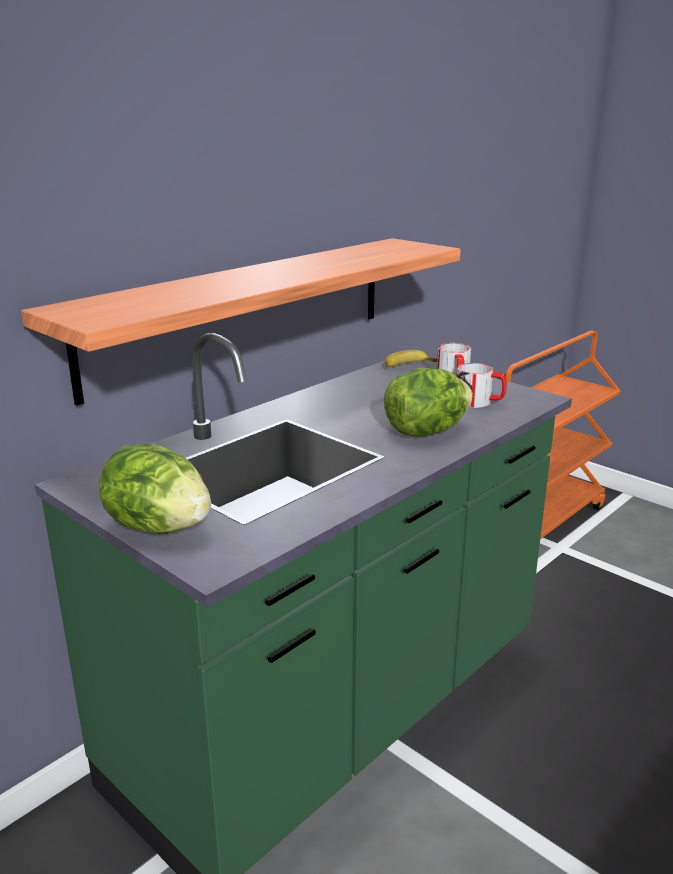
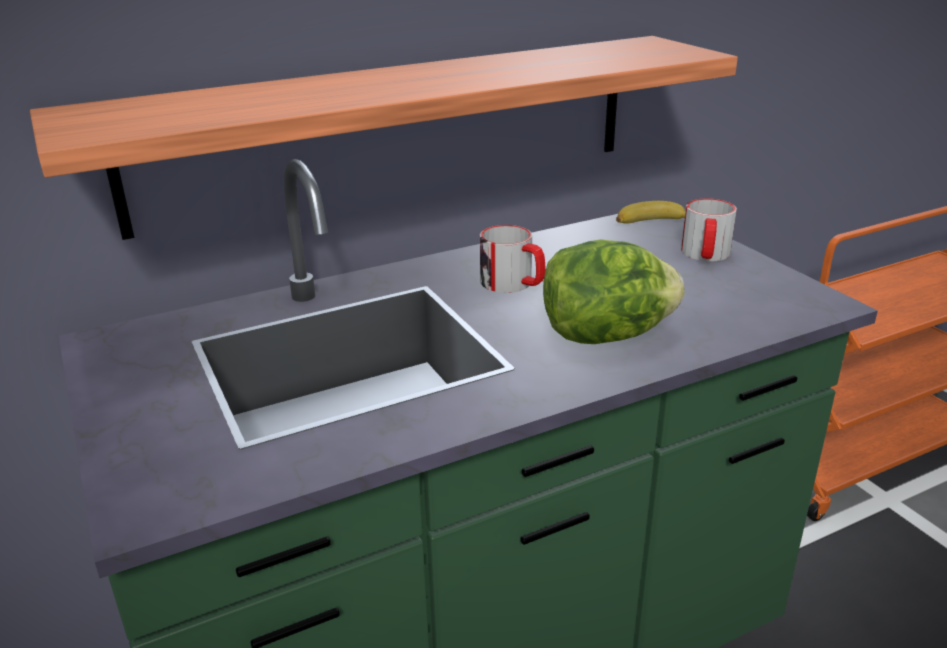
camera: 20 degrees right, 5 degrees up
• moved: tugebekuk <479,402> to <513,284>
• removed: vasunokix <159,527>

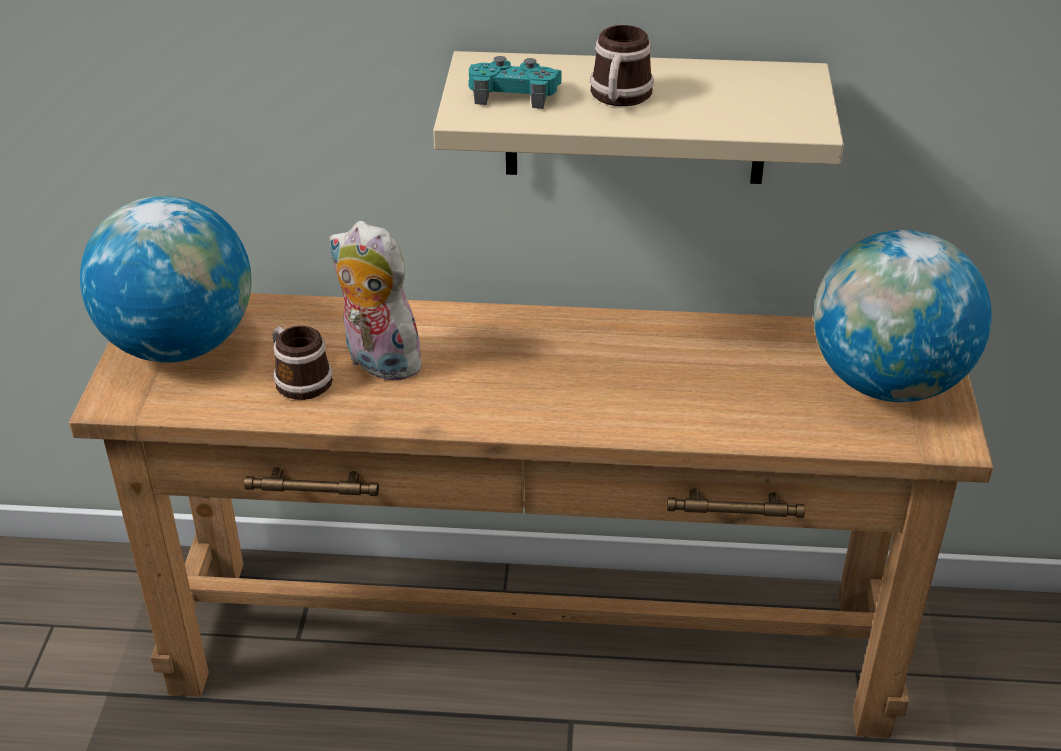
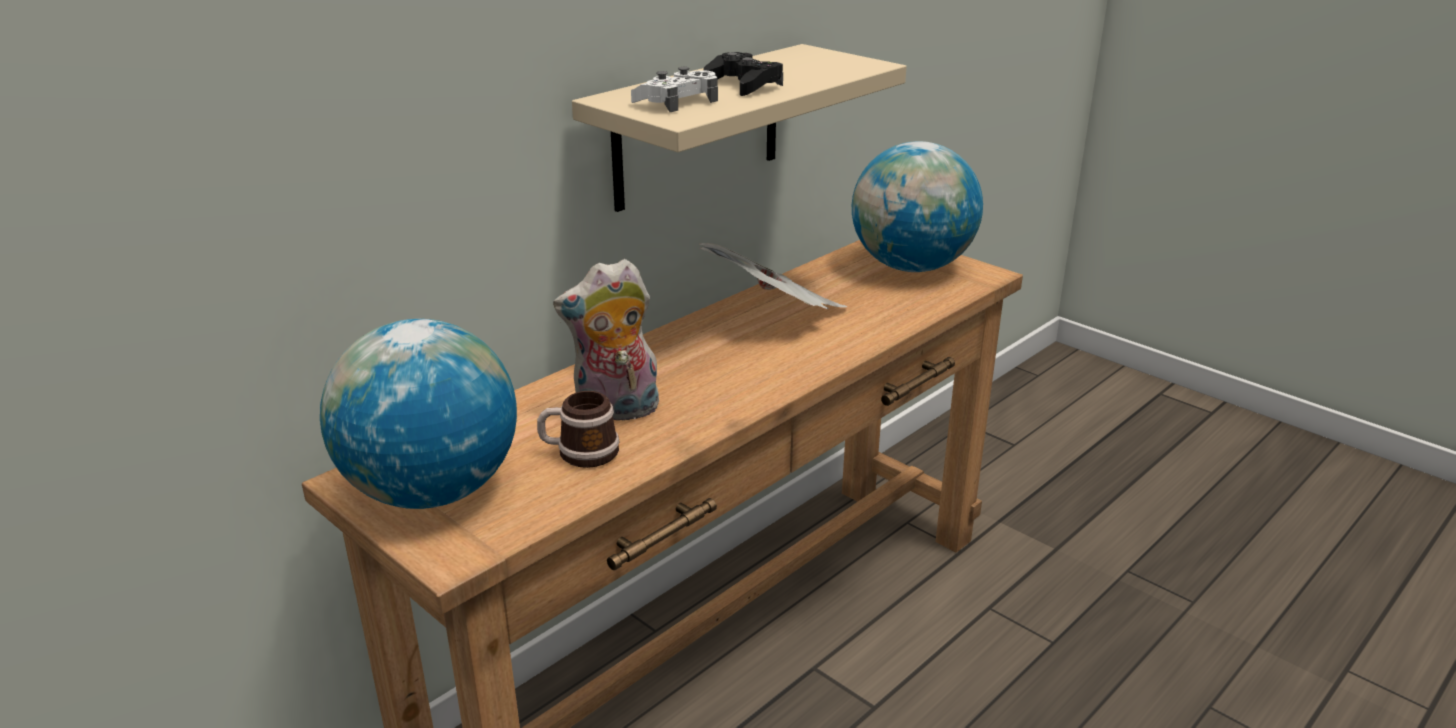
camera: 50 degrees left, 10 degrees down
• recoloured: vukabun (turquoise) <514,93> to vukabun (white) <677,102>
• added: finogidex <773,313>
• replaced: tugebekuk <619,98> to vukabun (black) <743,85>

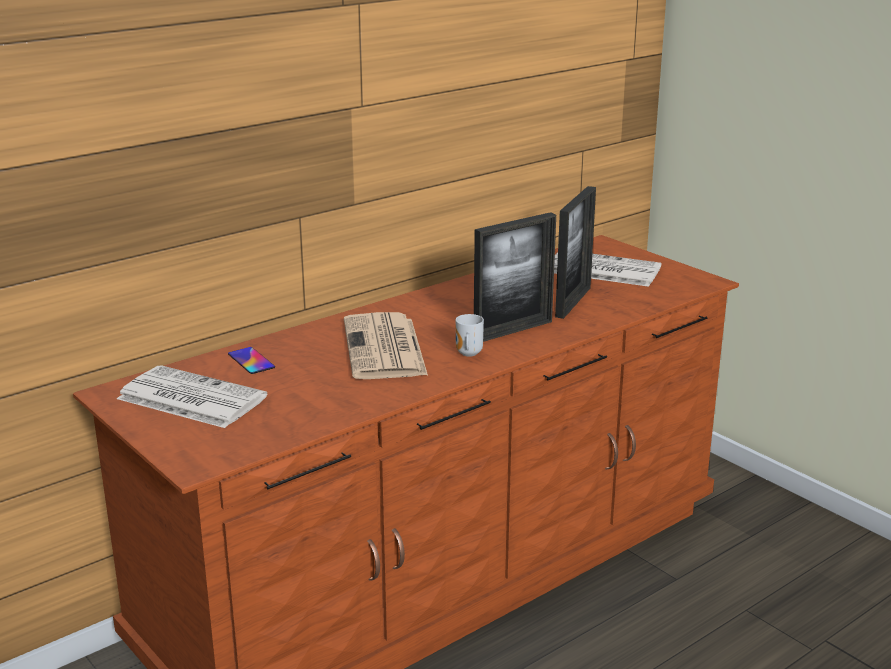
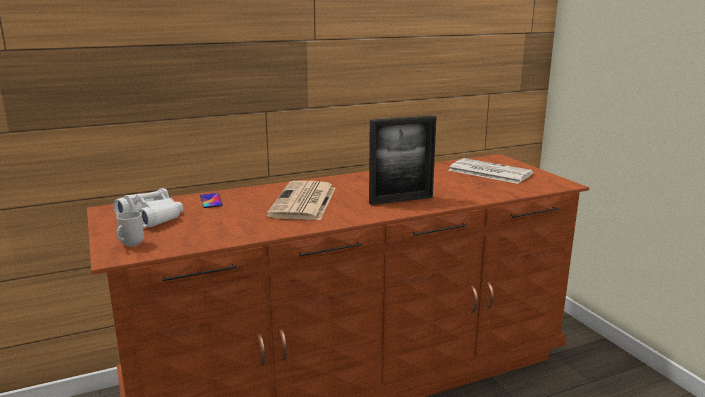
camera: 15 degrees right, 5 degrees down
• replaced: finogidex <189,398> to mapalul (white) <152,217>
• moved: tugebekuk <467,354> to <130,244>
• removed: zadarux <573,302>

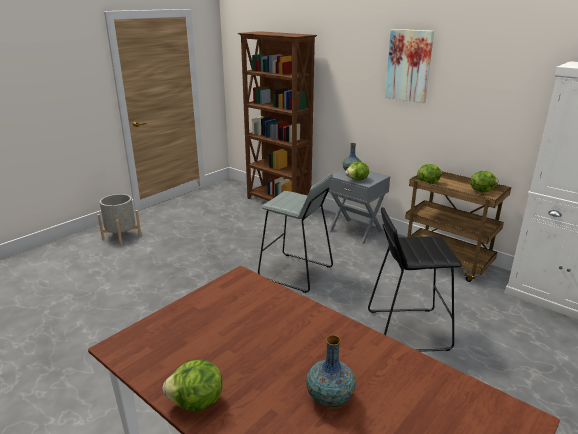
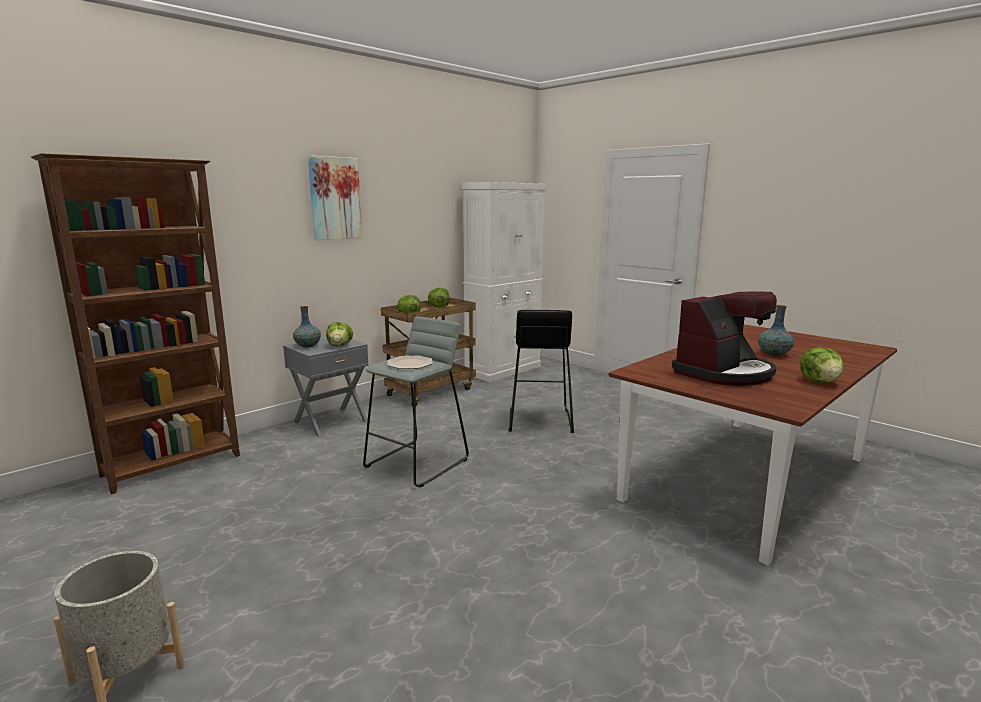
camera: 85 degrees left, 10 degrees down
• added: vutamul <410,363>
• added: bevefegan <724,373>

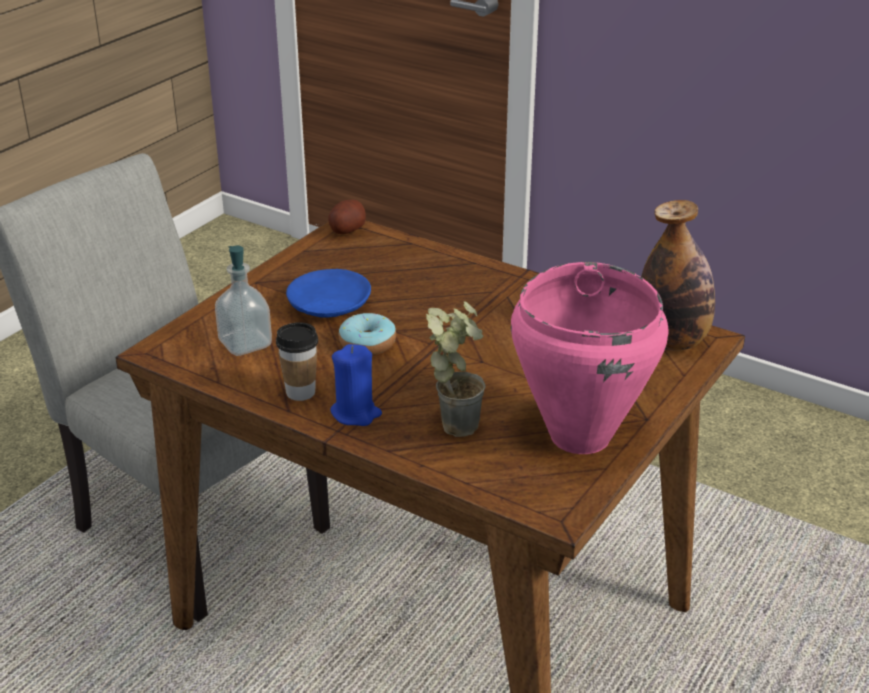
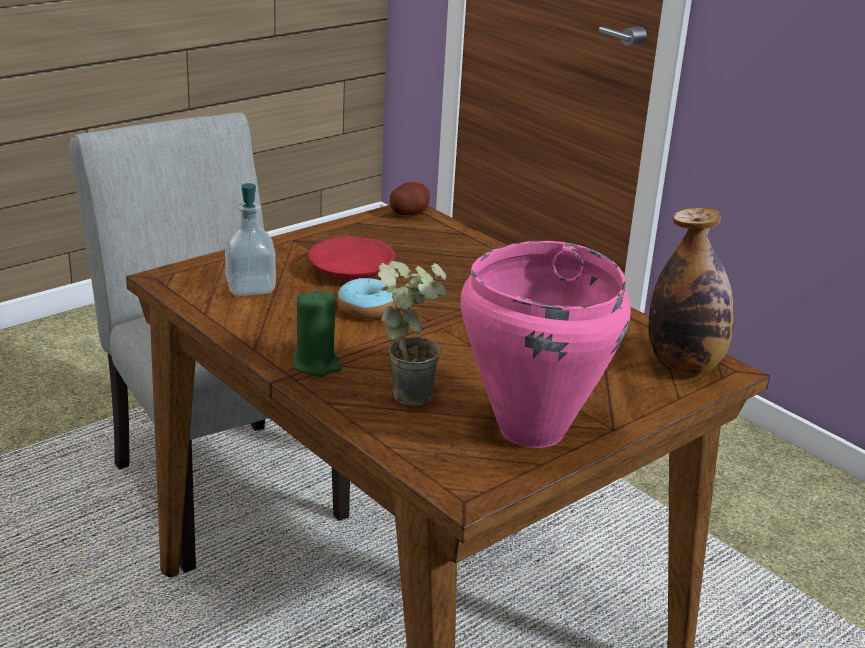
camera: 15 degrees right, 5 degrees down
• recoloured: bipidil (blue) <356,413> to bipidil (green) <316,365>
• recoloured: vutamul (blue) <328,306> to vutamul (red) <350,271>
• removed: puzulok <300,392>

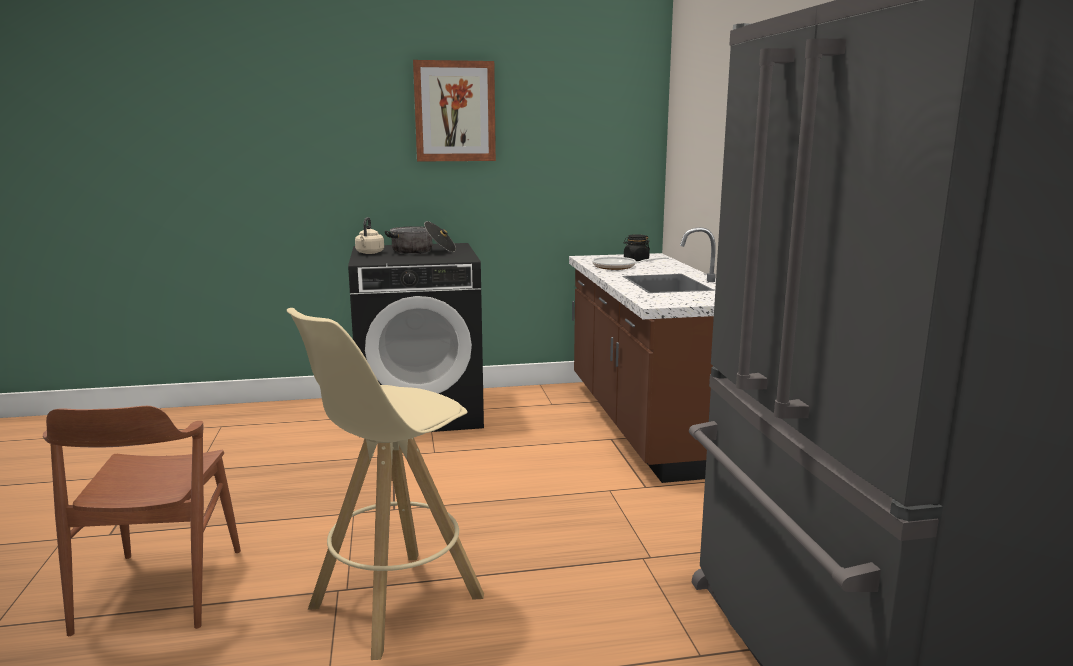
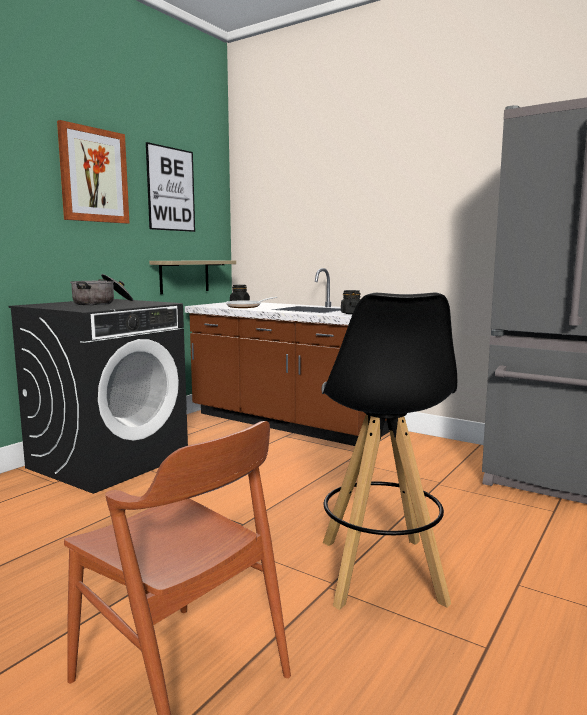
camera: 45 degrees left, 5 degrees down
• added: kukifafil <171,189>
• added: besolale <184,276>
• recoloured: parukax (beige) <394,603> to parukax (black) <380,572>
• added: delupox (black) <351,313>
• removed: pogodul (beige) <369,253>

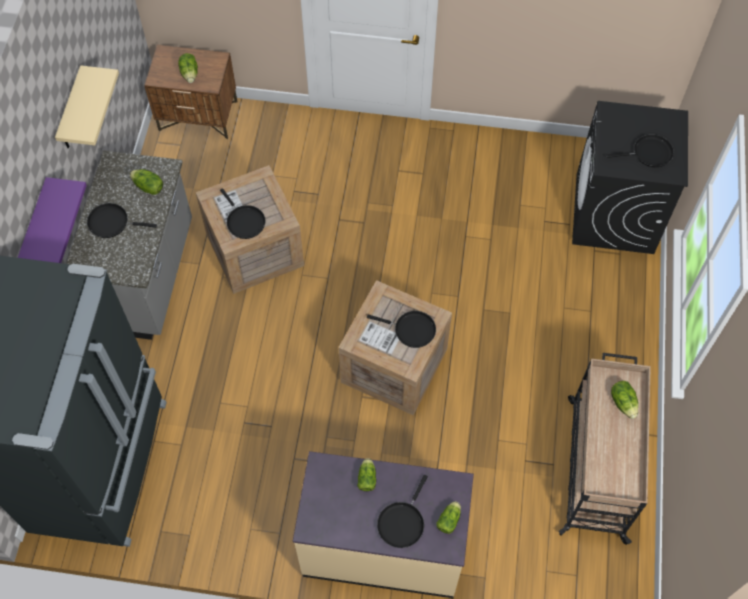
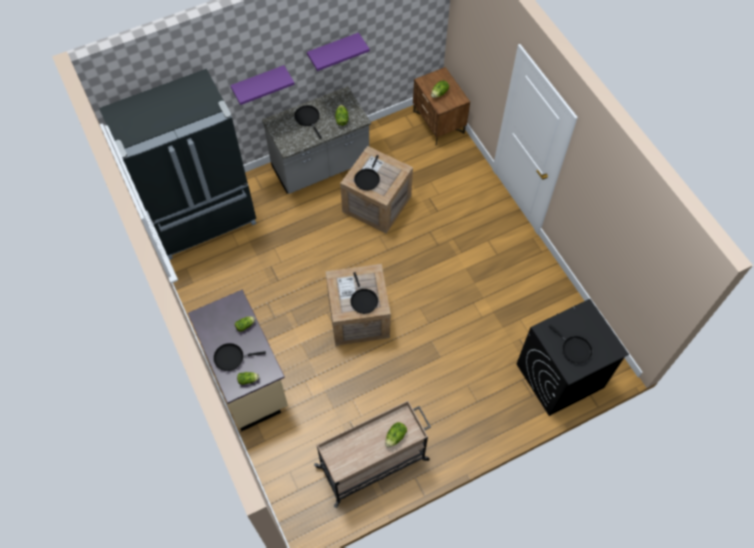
camera: 55 degrees right, 0 degrees up
• recoloured: besolale (beige) <72,111> to besolale (purple) <333,49>

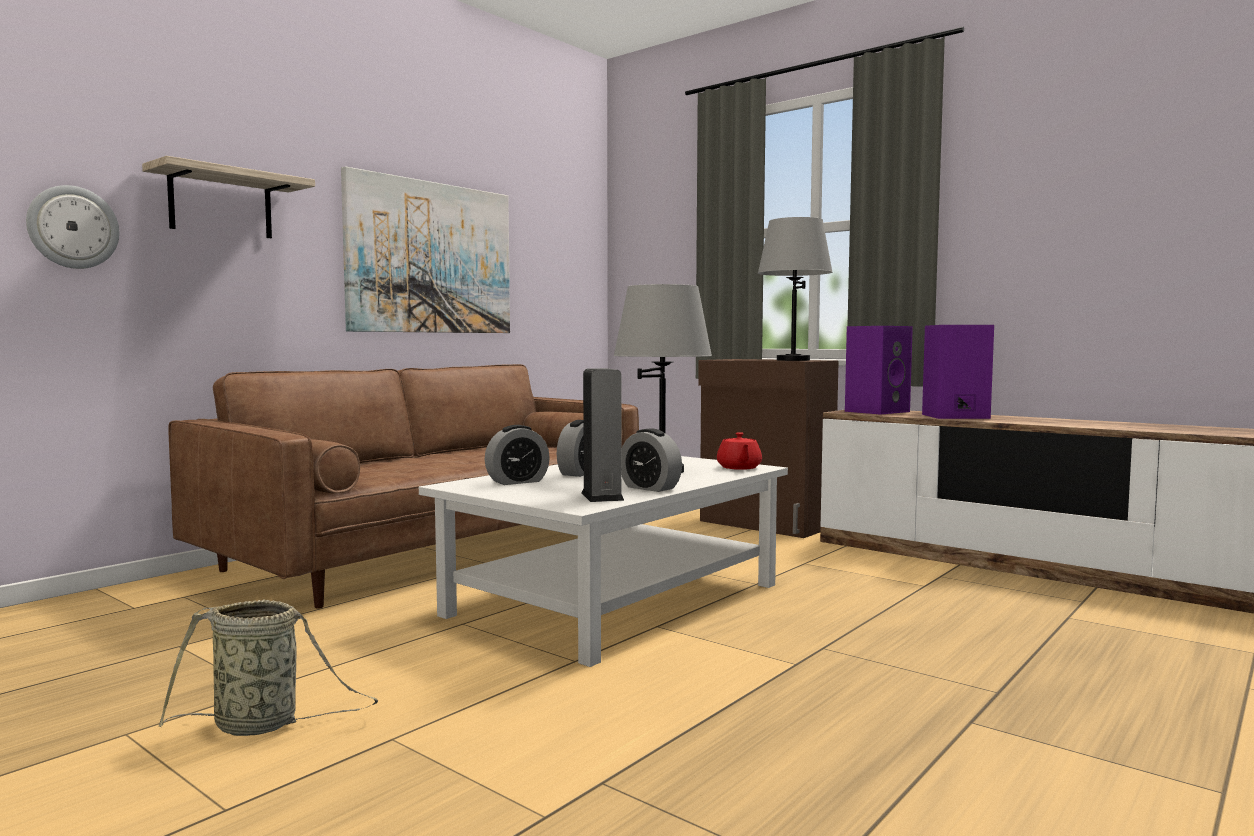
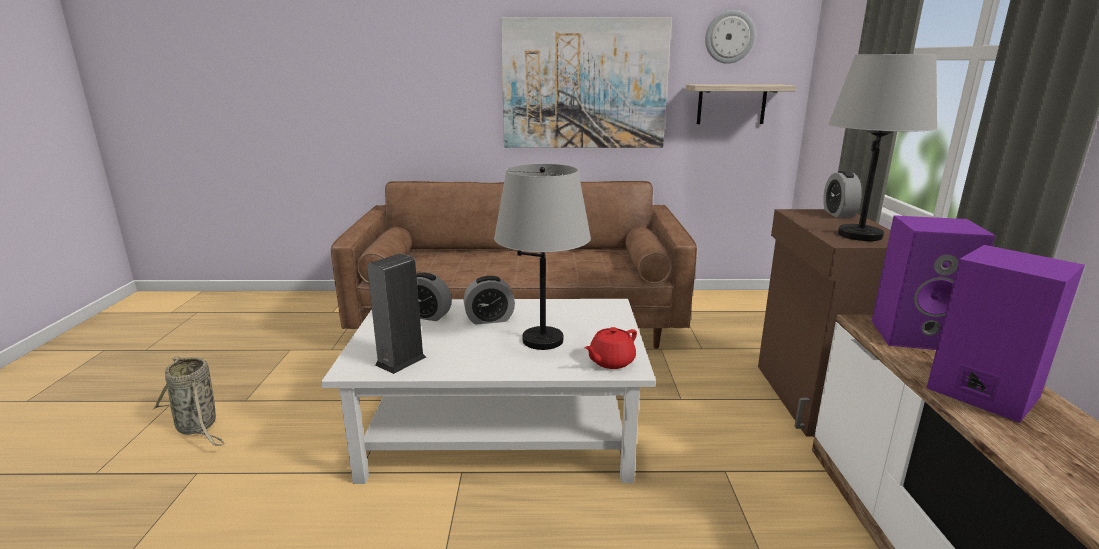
camera: 50 degrees right, 15 degrees up
• moved: besolale <221,204> to <731,104>
• moved: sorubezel <73,227> to <729,37>
• moved: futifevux <650,488> to <838,214>

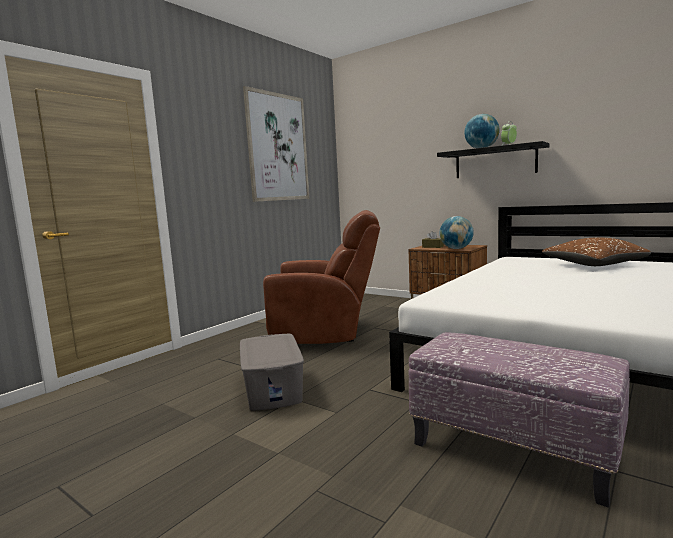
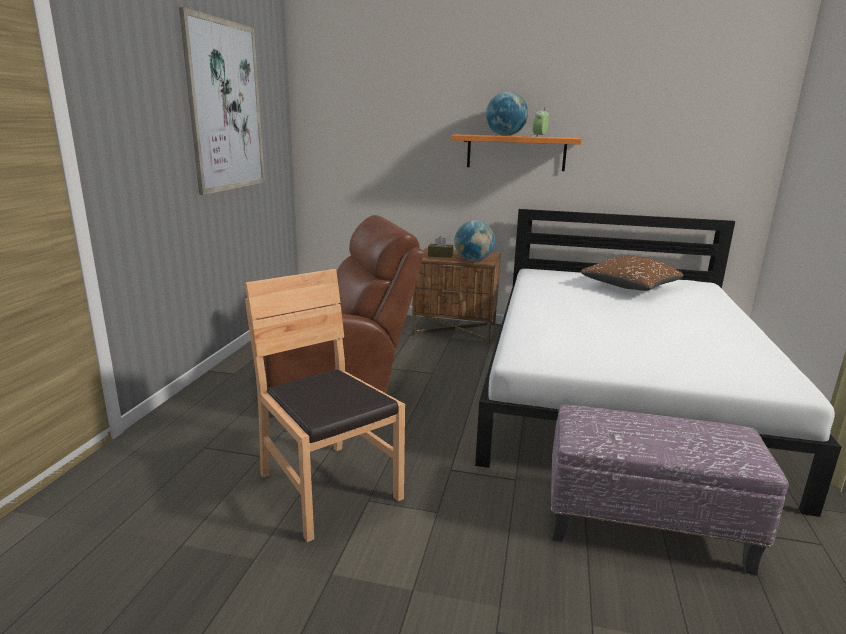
camera: 25 degrees left, 10 degrees up
• replaced: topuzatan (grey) <273,388> to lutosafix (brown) <328,488>
• recoloured: besolale (black) <495,162> to besolale (orange) <516,152>

